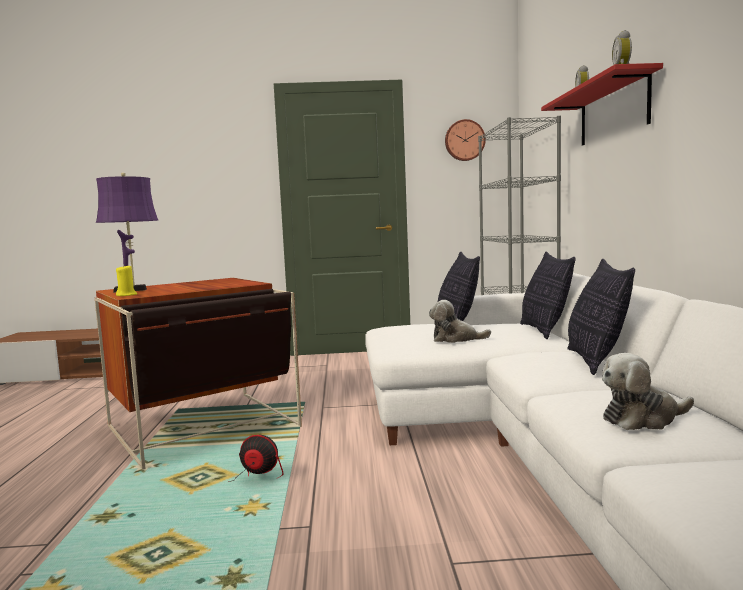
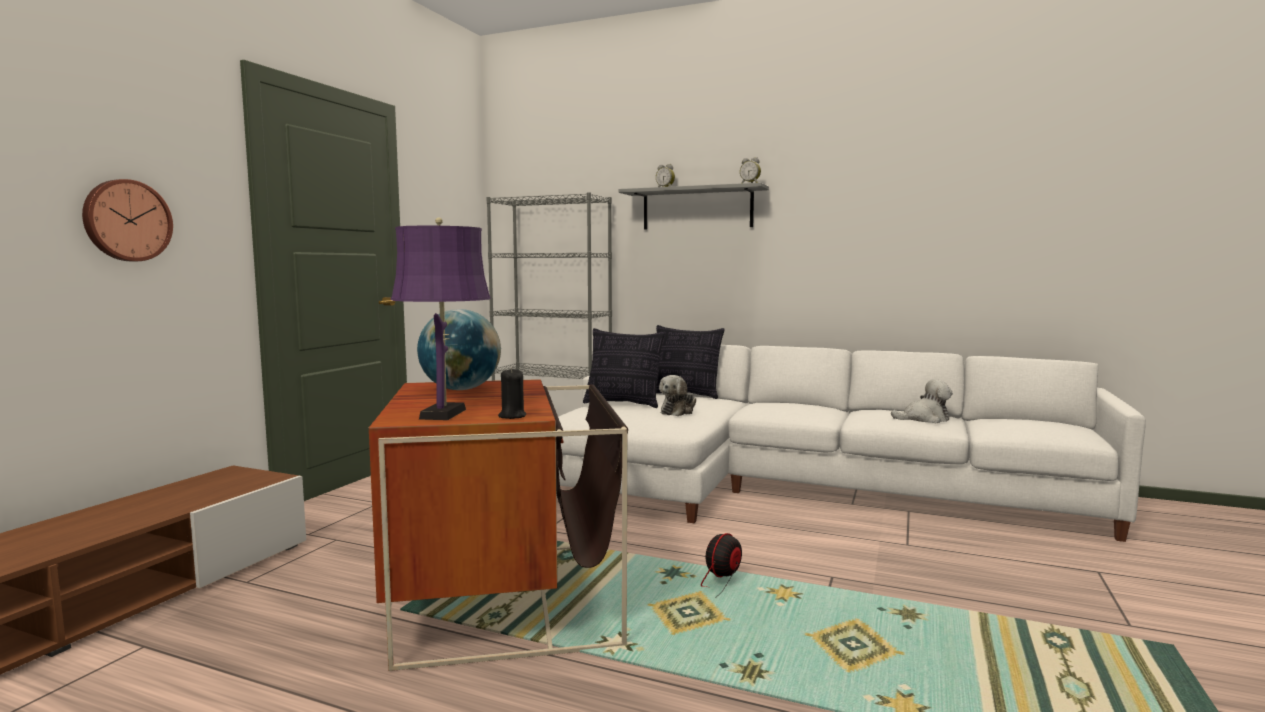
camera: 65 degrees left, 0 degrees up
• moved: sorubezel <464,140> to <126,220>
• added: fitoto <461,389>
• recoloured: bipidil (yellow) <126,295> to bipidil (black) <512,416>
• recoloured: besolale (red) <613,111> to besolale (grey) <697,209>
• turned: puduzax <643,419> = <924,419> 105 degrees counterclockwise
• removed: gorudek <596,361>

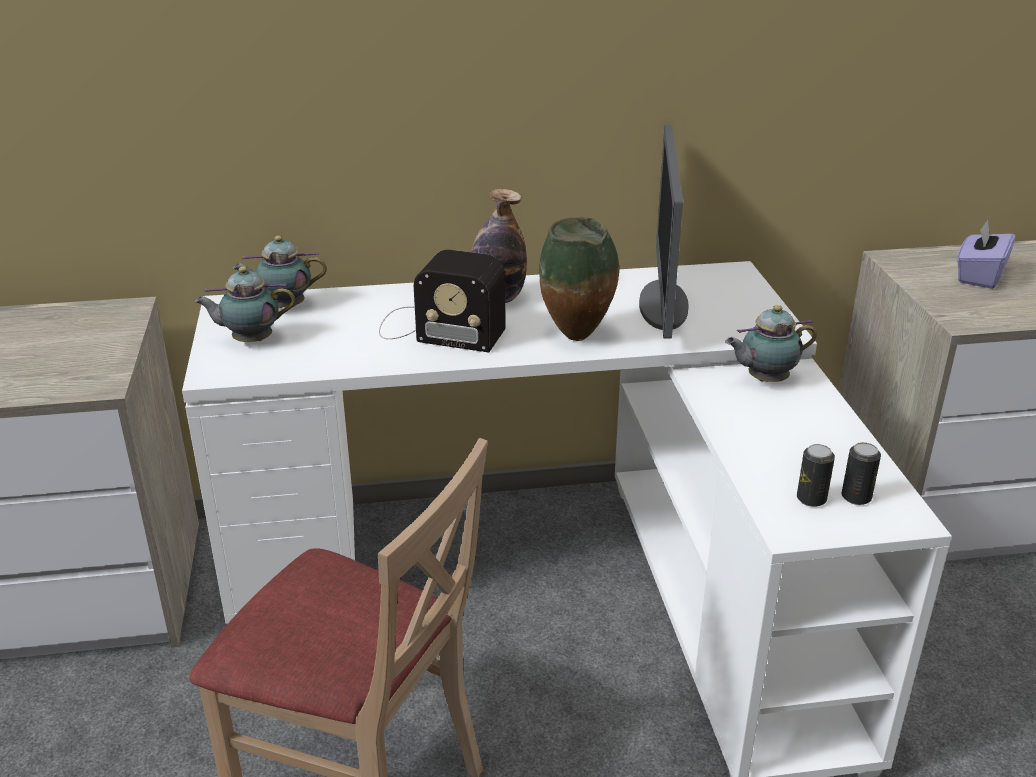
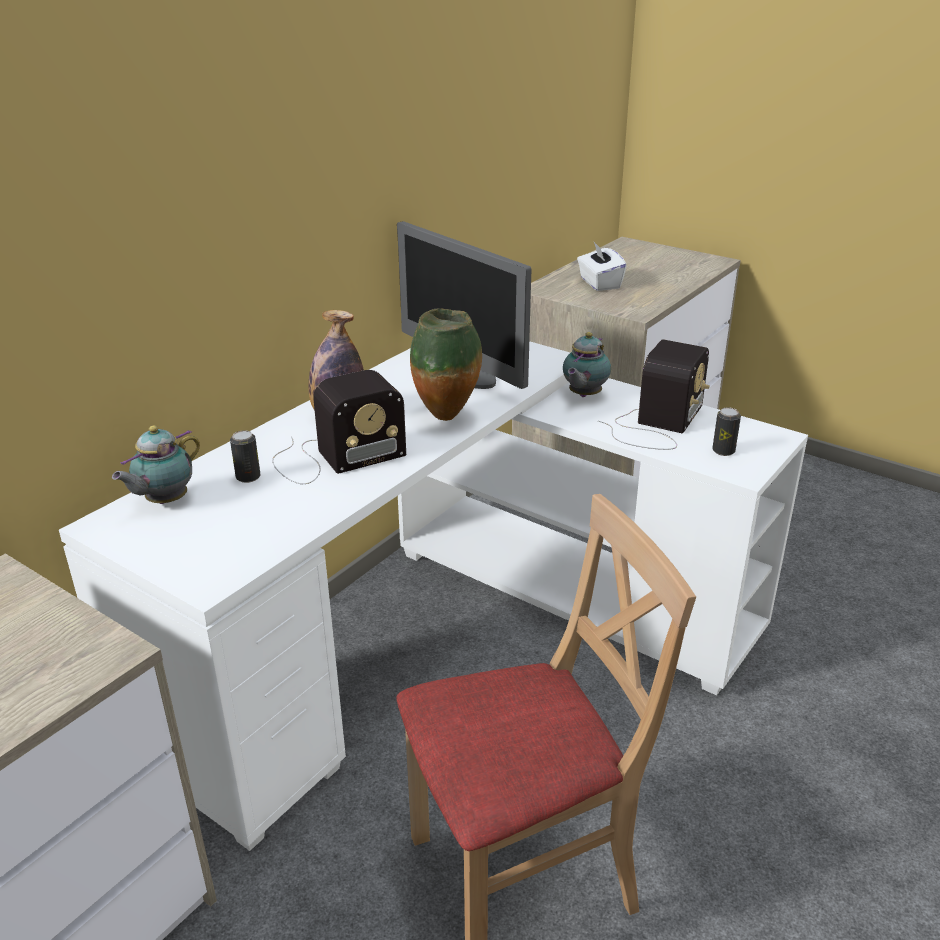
camera: 45 degrees left, 0 degrees up
• moved: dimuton <856,497> to <248,477>
• recoloured: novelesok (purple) <979,276> to novelesok (white) <599,283>
• added: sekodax <656,424>
• removed: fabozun <250,341>

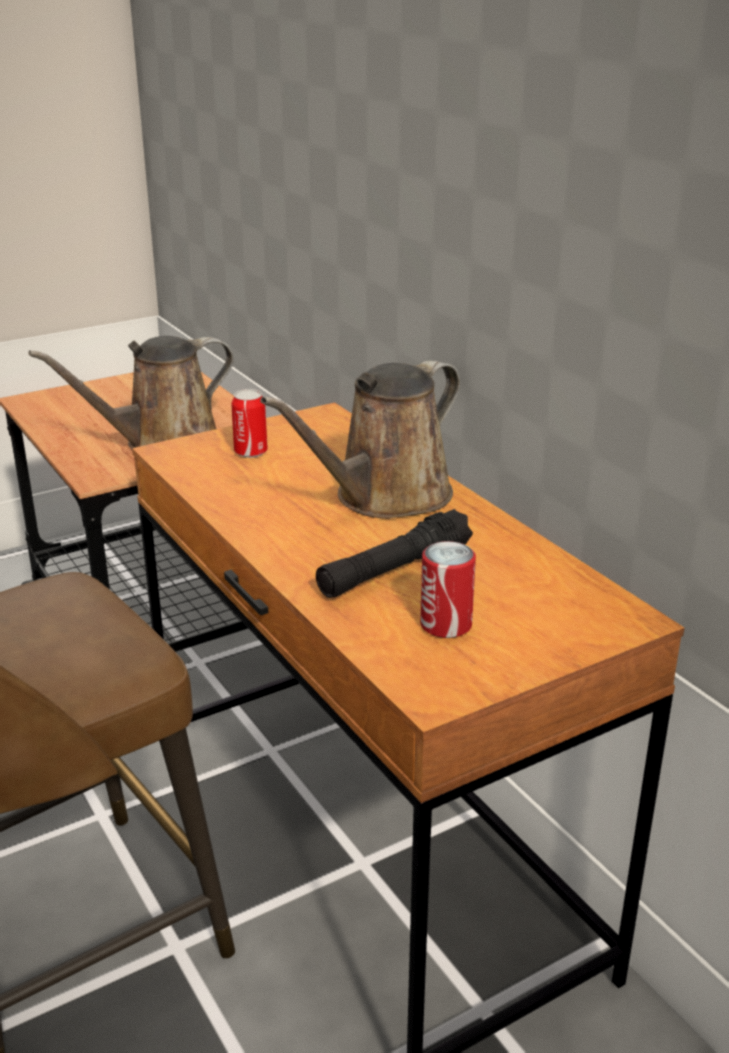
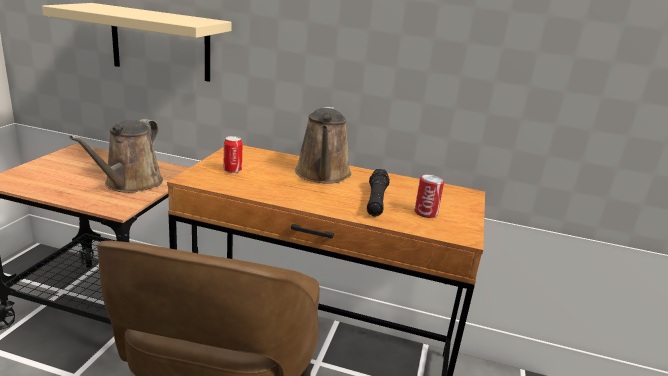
camera: 45 degrees left, 5 degrees down
• added: besolale (beige) <160,43>

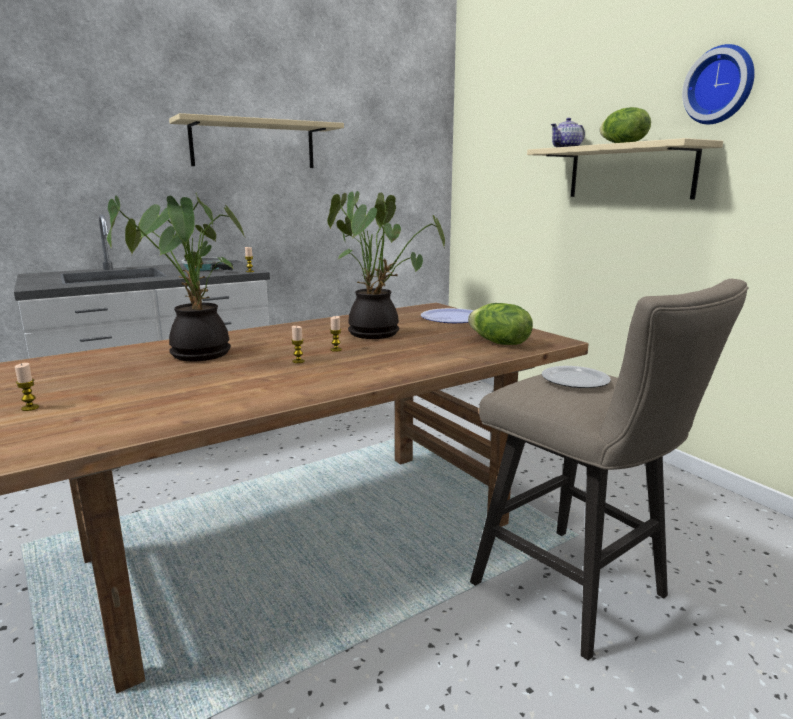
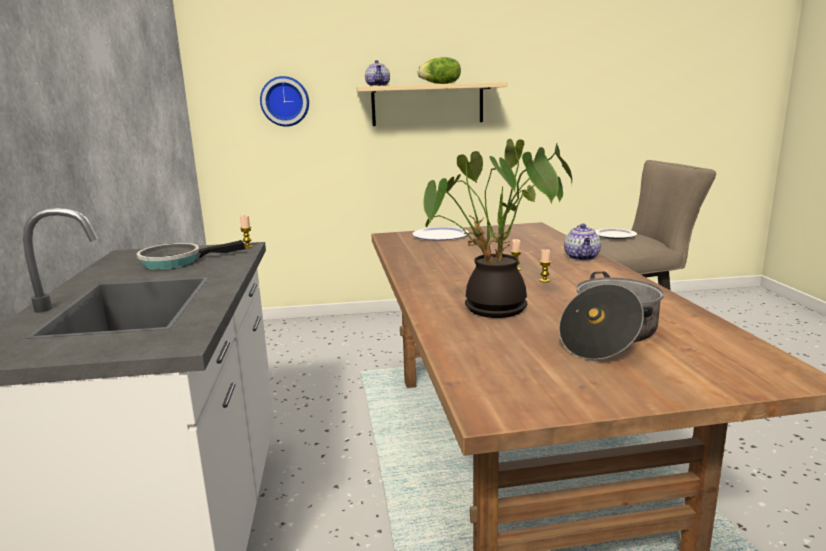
camera: 65 degrees left, 0 degrees up
• moved: sorubezel <720,85> to <285,101>
• added: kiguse <609,337>
• added: fabozun <582,258>
• removed: bipidil <30,408>
• removed: besolale (beige) <253,145>
• removed: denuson <378,333>
• removed: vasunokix <499,343>

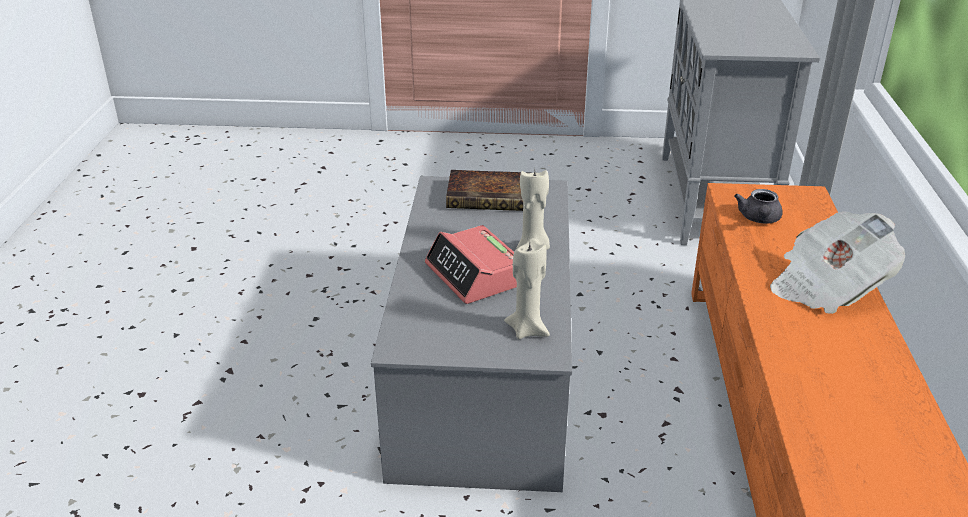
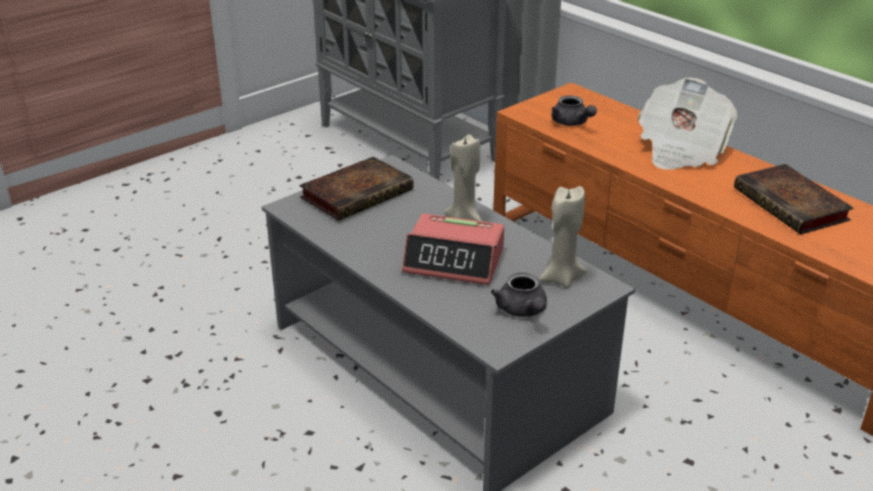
camera: 45 degrees left, 0 degrees up
• added: fabozun (grey) <523,311>
• added: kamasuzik <793,206>

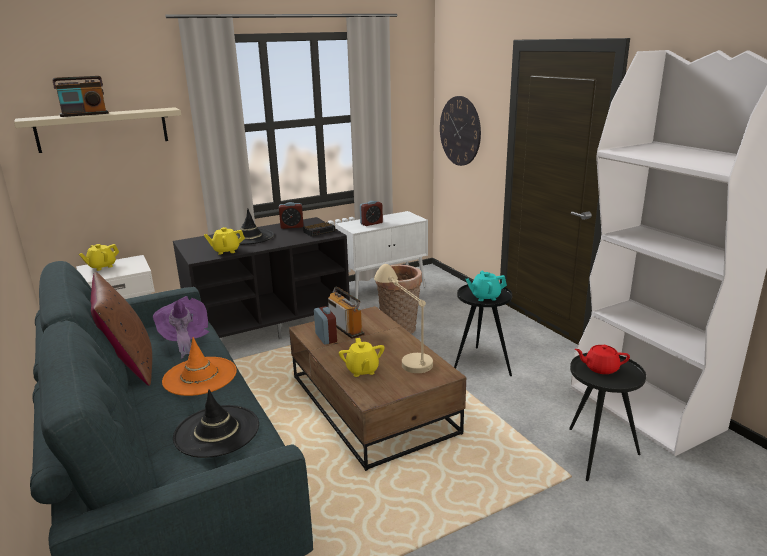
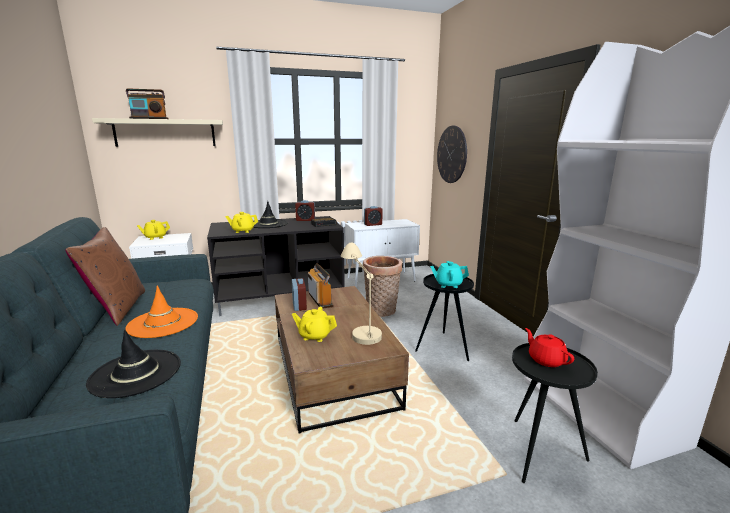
camera: 10 degrees right, 5 degrees down
• turned: fabozun (yellow) <362,370> = <314,336> 105 degrees clockwise
• turned: fabozun (red) <600,368> = <546,360> 45 degrees clockwise
• removed: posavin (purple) <185,341>

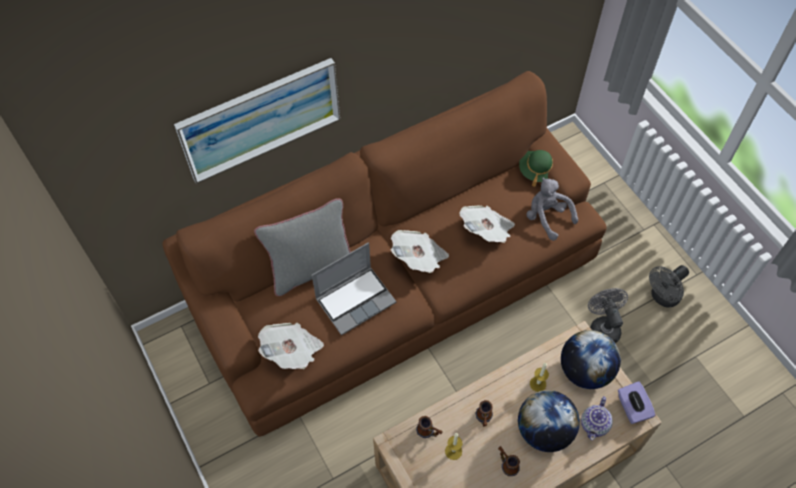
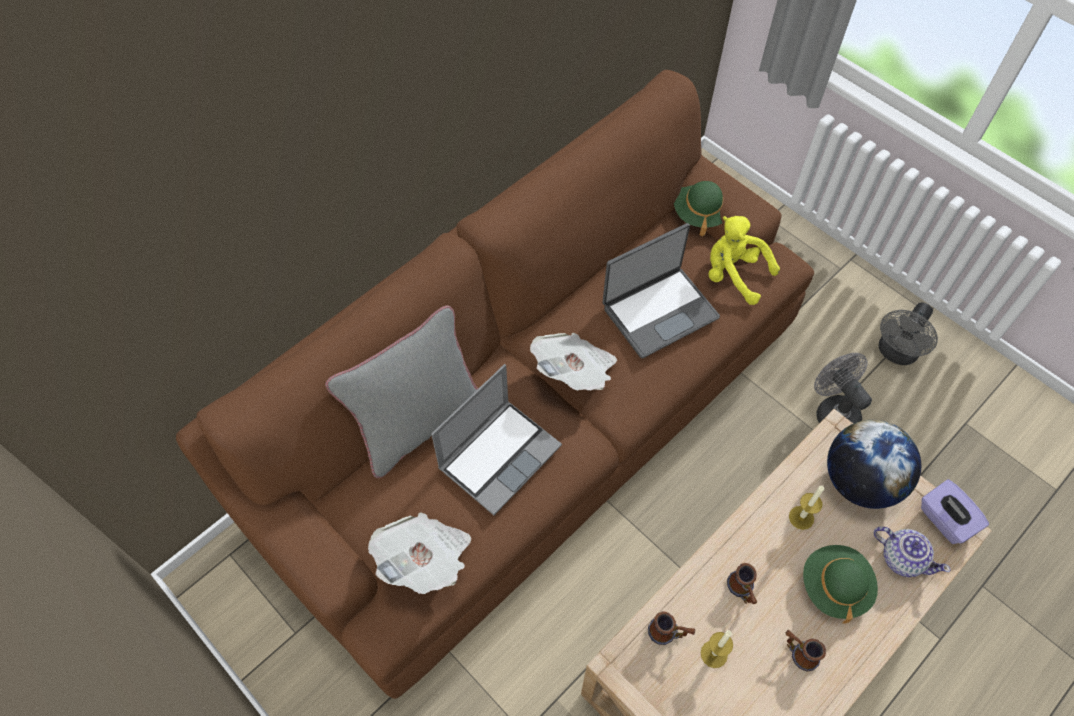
camera: 15 degrees left, 0 degrees up
• replaced: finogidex <487,231> to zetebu <659,311>
• recoloured: puduzax (grey) <547,217> to puduzax (yellow) <734,275>
• replaced: fitoto <544,431> to posavin (green) <834,586>
• turned: fabozun <595,424> = <902,558> 60 degrees counterclockwise
• removed: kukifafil <260,119>

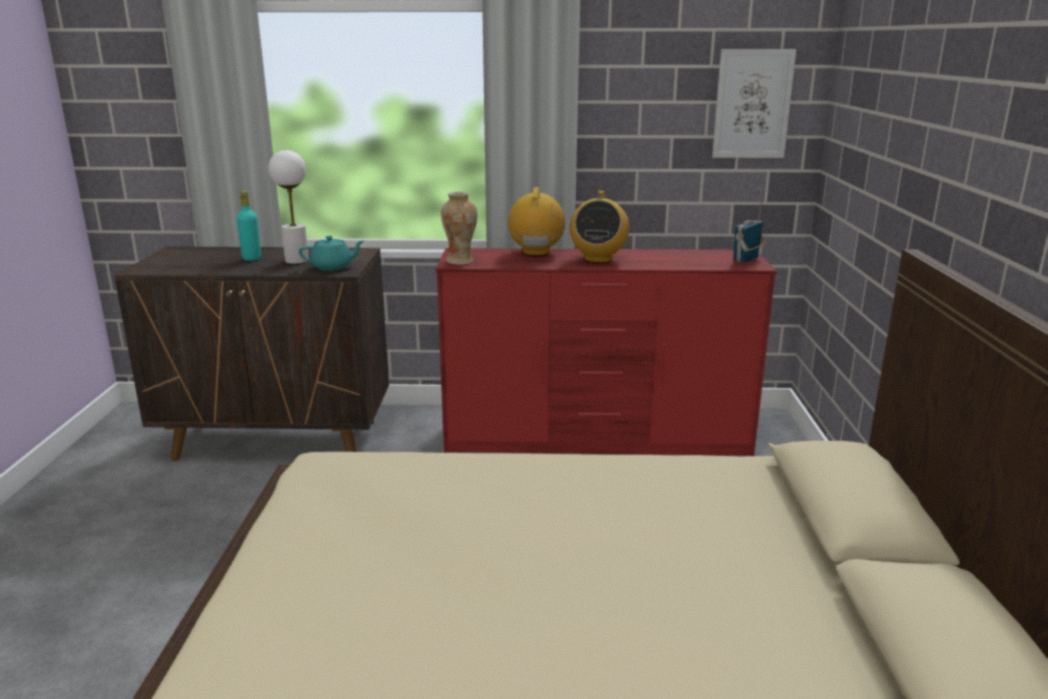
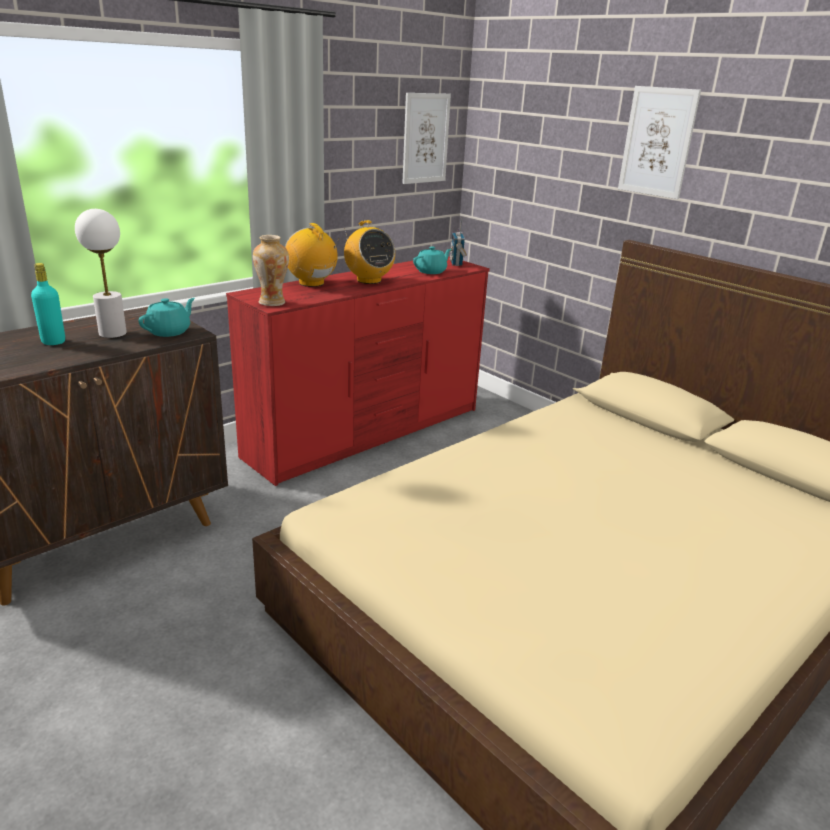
camera: 45 degrees left, 5 degrees up
• added: fabozun (turquoise) <431,271>
• added: kukifafil <657,142>

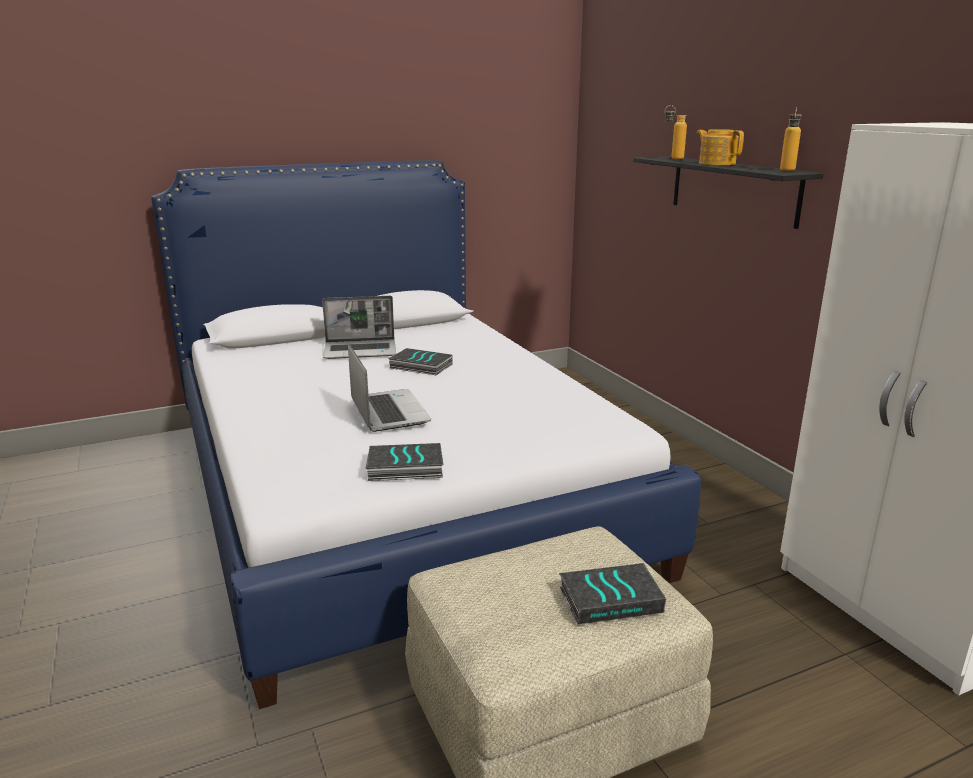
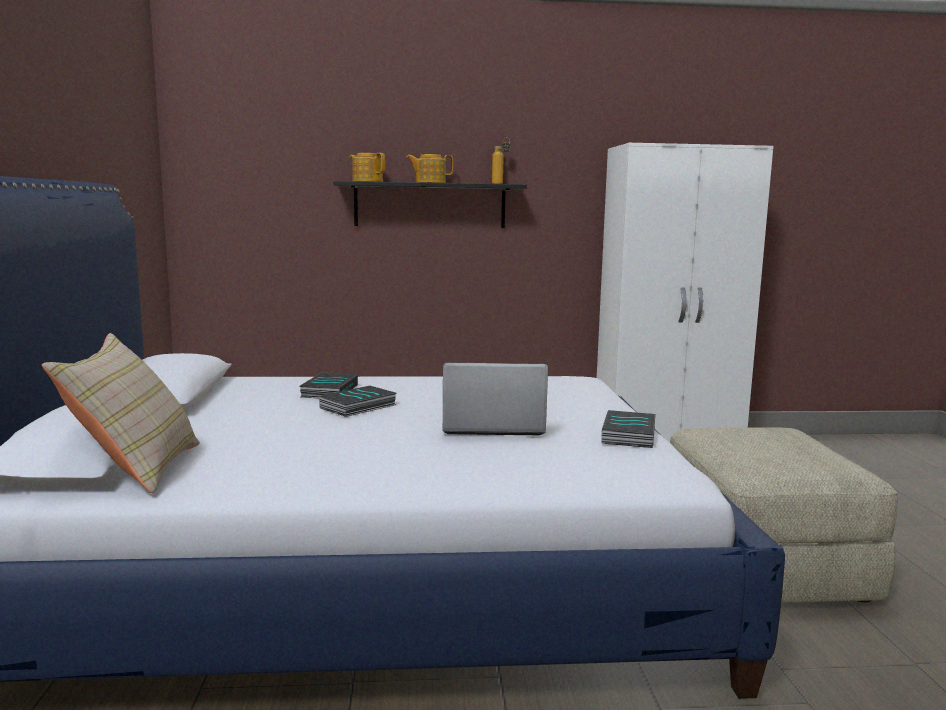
camera: 70 degrees left, 10 degrees down
• added: gorudek (beige) <136,468>
• moved: kamasuzik <611,598> to <328,391>
• replaced: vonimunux <672,158> to fabozun <367,181>
• removed: zetebu <361,351>

